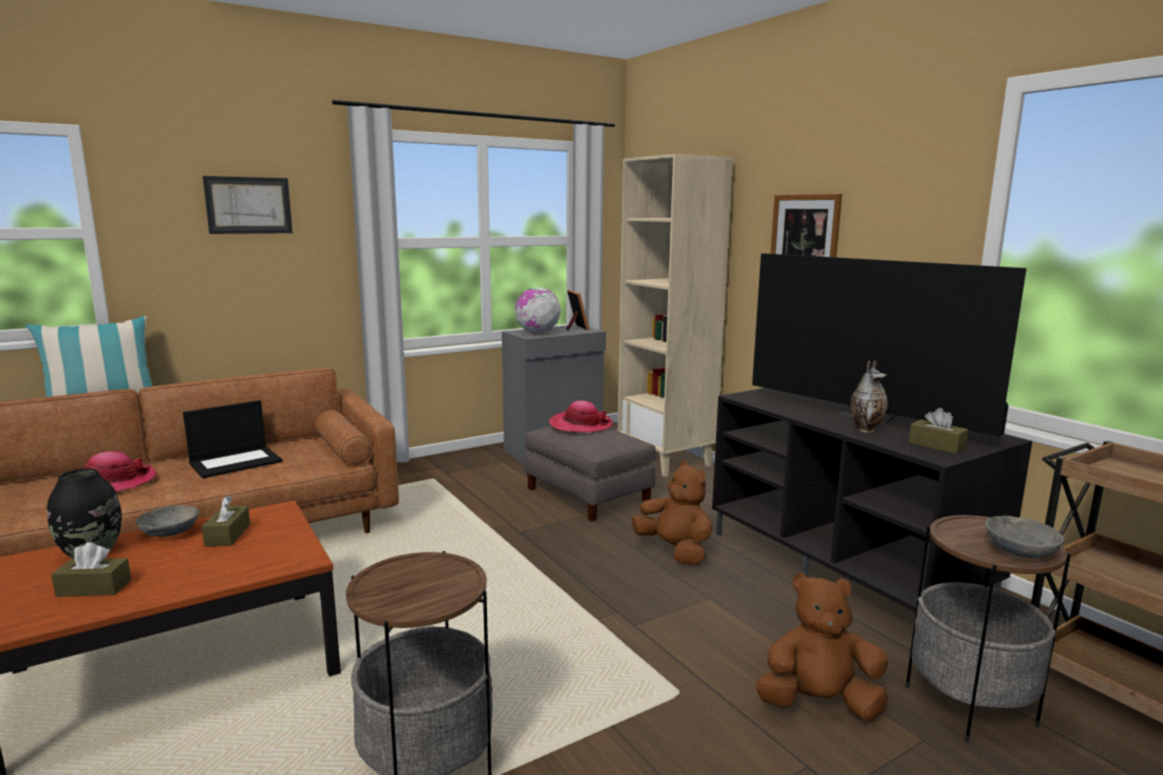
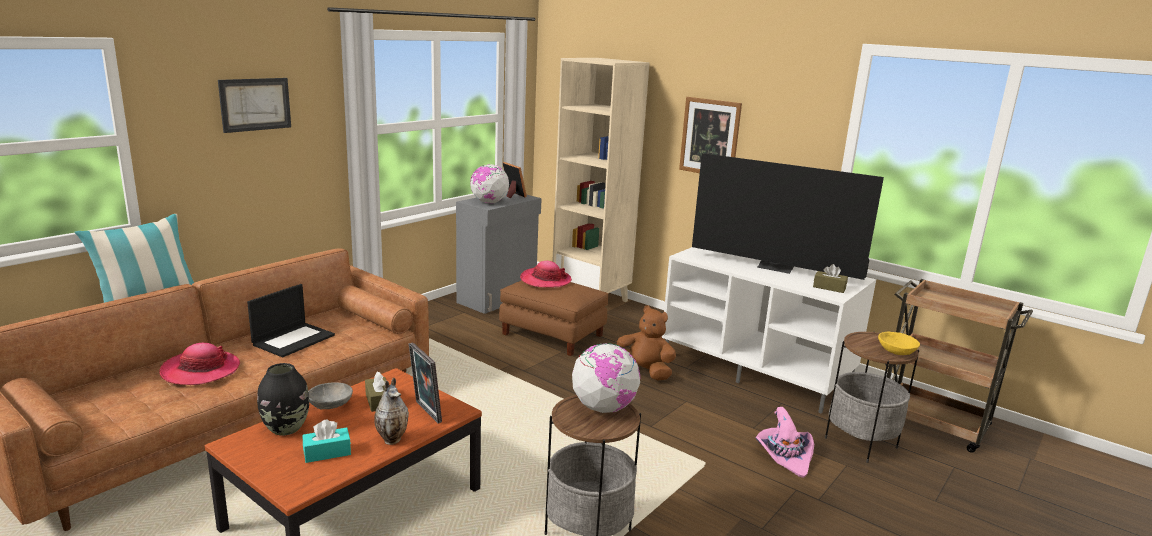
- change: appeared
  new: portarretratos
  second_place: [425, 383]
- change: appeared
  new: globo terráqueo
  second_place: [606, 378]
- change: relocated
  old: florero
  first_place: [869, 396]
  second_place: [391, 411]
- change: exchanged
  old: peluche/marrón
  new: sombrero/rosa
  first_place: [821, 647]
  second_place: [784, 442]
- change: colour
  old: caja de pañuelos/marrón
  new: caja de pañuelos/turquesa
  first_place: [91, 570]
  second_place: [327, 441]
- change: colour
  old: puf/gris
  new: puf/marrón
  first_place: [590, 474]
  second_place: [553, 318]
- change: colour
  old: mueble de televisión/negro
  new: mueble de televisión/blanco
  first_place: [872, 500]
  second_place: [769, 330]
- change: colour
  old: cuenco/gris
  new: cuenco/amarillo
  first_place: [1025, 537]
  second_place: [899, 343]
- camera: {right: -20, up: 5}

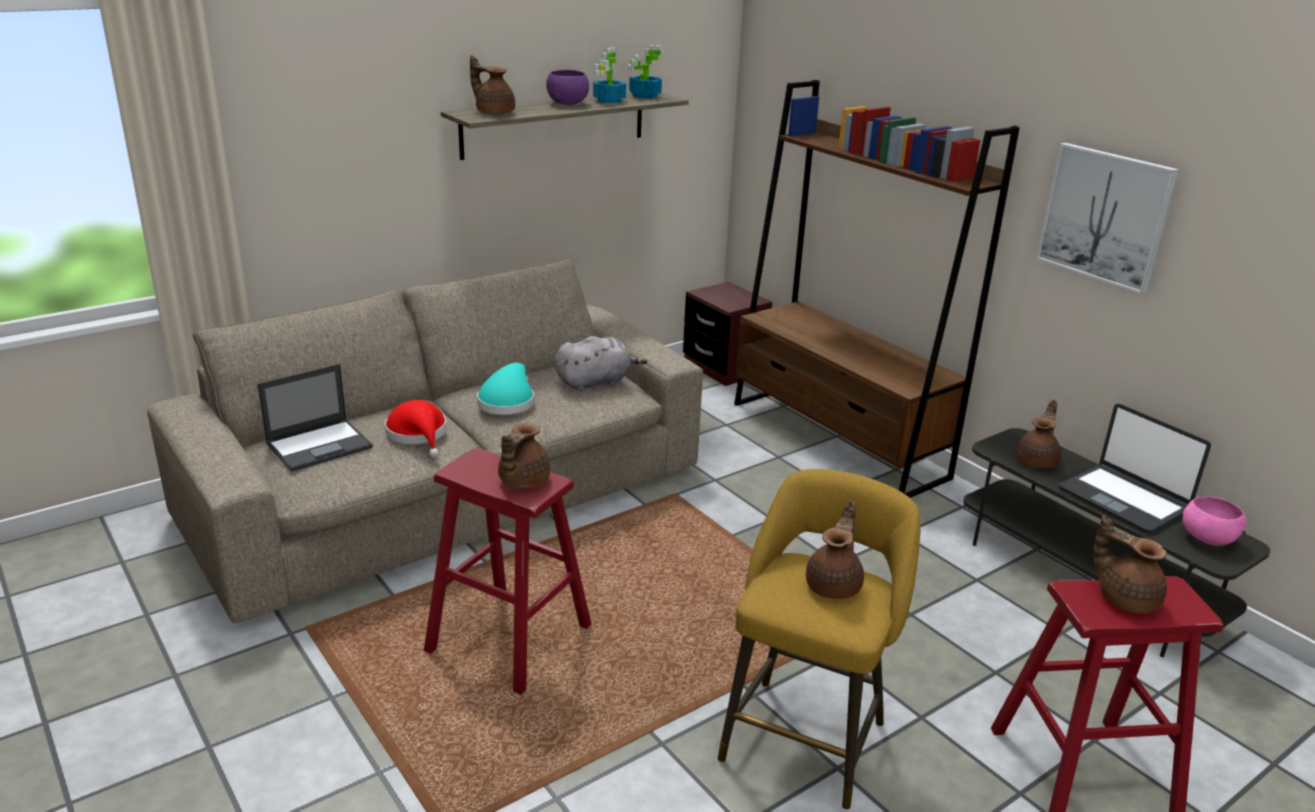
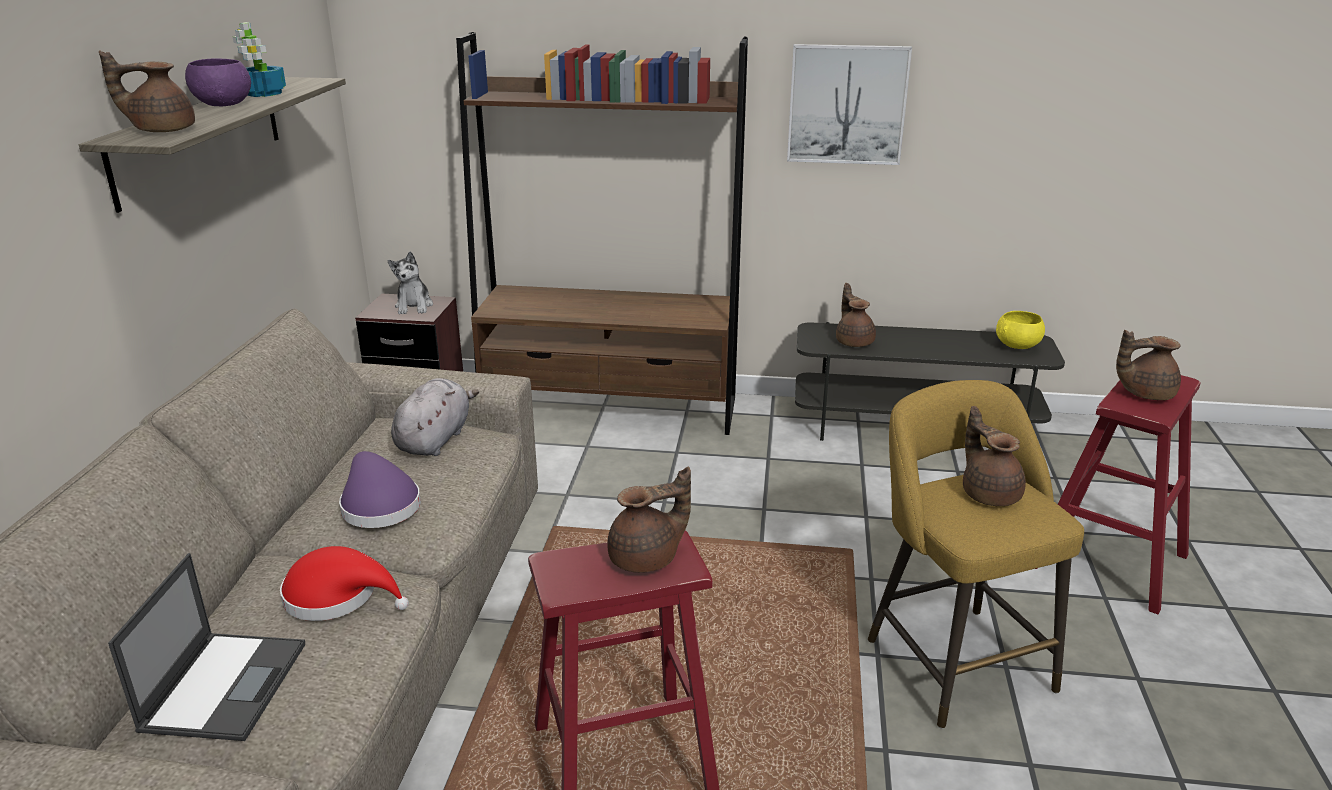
- change: missing
  old: planta en maceta
  first_place: [645, 72]
- change: missing
  old: portátil
  first_place: [1135, 468]
- change: appeared
  new: peluche
  second_place: [410, 282]
- change: colour
  old: sombrero/turquesa
  new: sombrero/morado
  first_place: [505, 389]
  second_place: [380, 489]
- change: colour
  old: cuenco/rosa
  new: cuenco/amarillo
  first_place: [1214, 521]
  second_place: [1020, 330]
- change: spun
  old: tetera/marrón
  first_place: [524, 456]
  second_place: [649, 520]
  degrees: -90
- camera: {right: -45, up: 0}

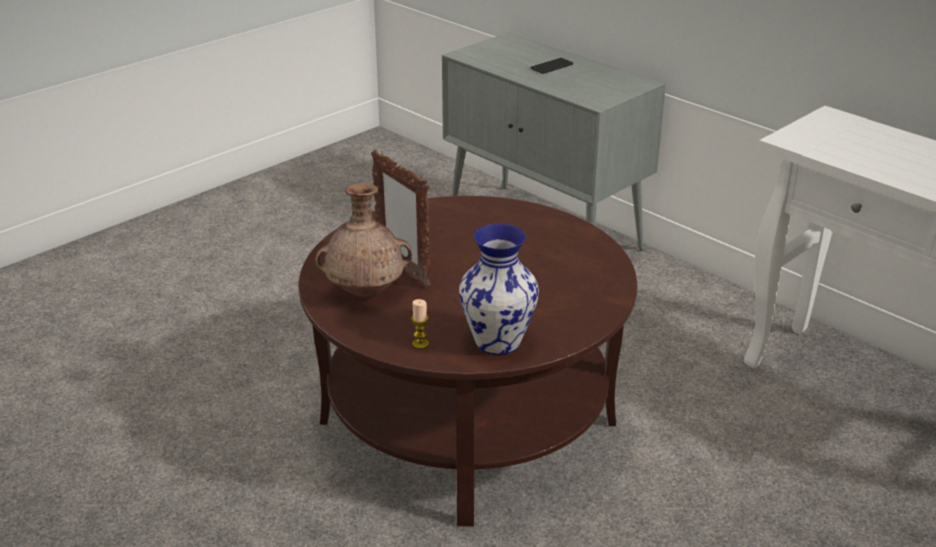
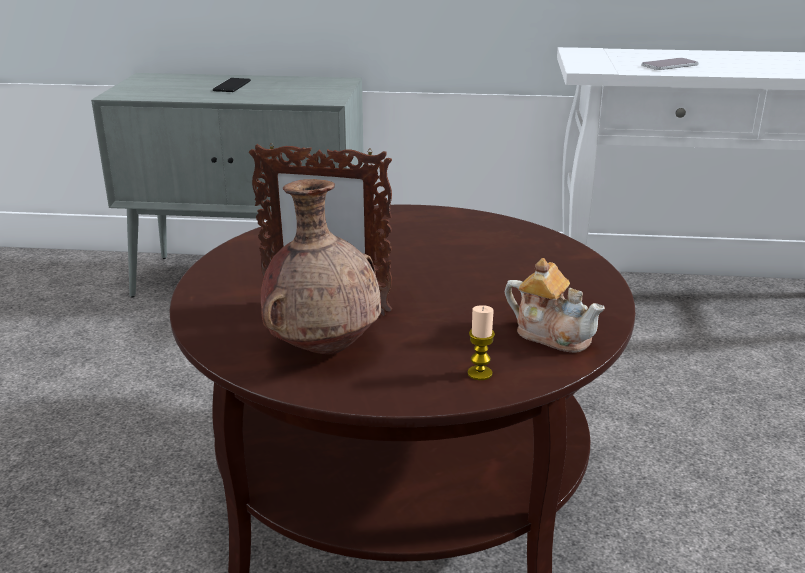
- change: appeared
  new: móvil
  second_place: [670, 64]
- change: exchanged
  old: florero
  new: tetera
  first_place: [499, 289]
  second_place: [555, 305]
- camera: {right: -40, up: -5}

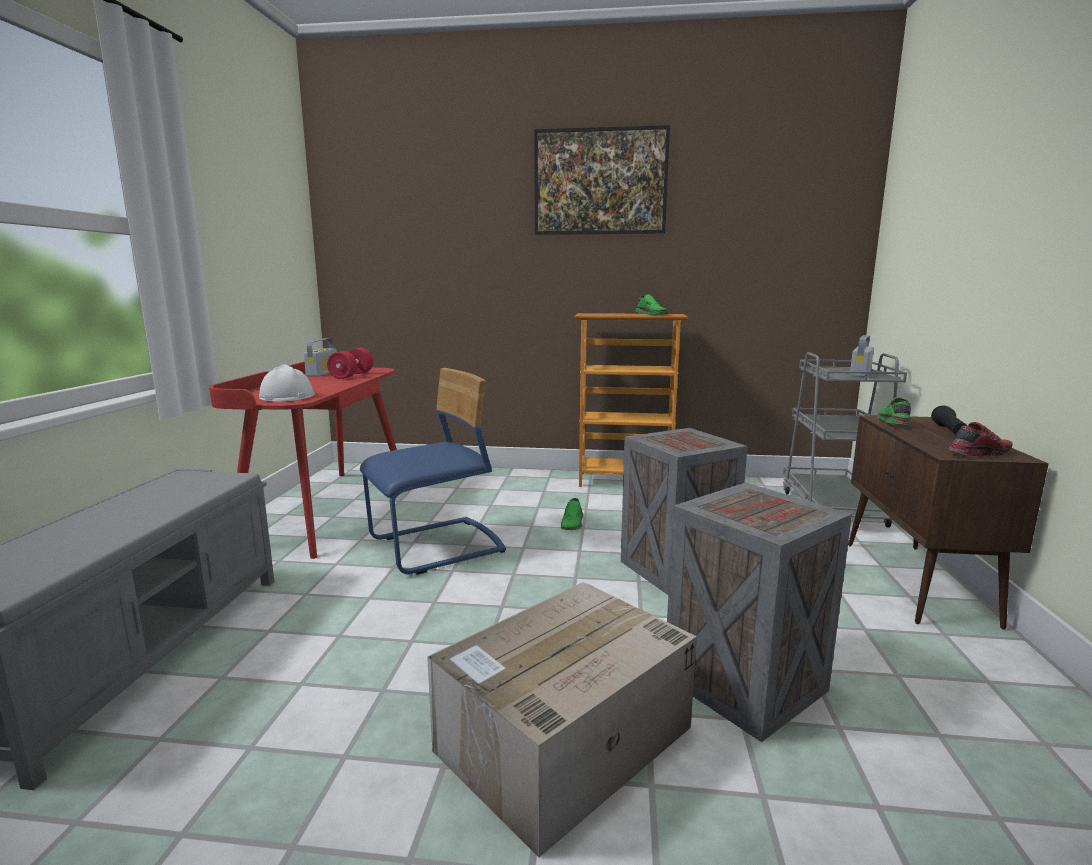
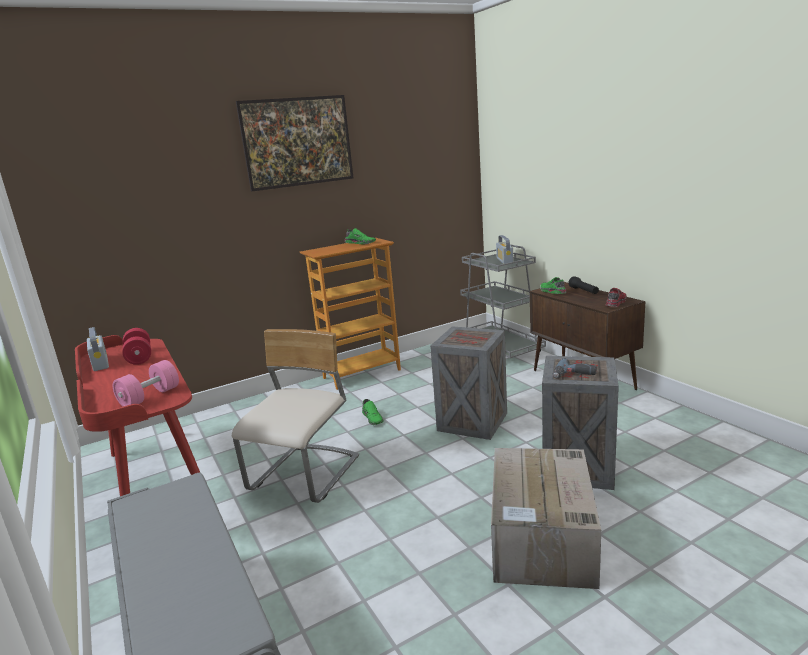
- change: appeared
  new: taladro
  second_place: [575, 368]
- change: exchanged
  old: casco/blanco
  new: mancuerna/rosa
  first_place: [287, 383]
  second_place: [146, 383]
- change: colour
  old: silla/azul
  new: silla/beis
  first_place: [433, 471]
  second_place: [295, 416]
- camera: {right: -35, up: 5}

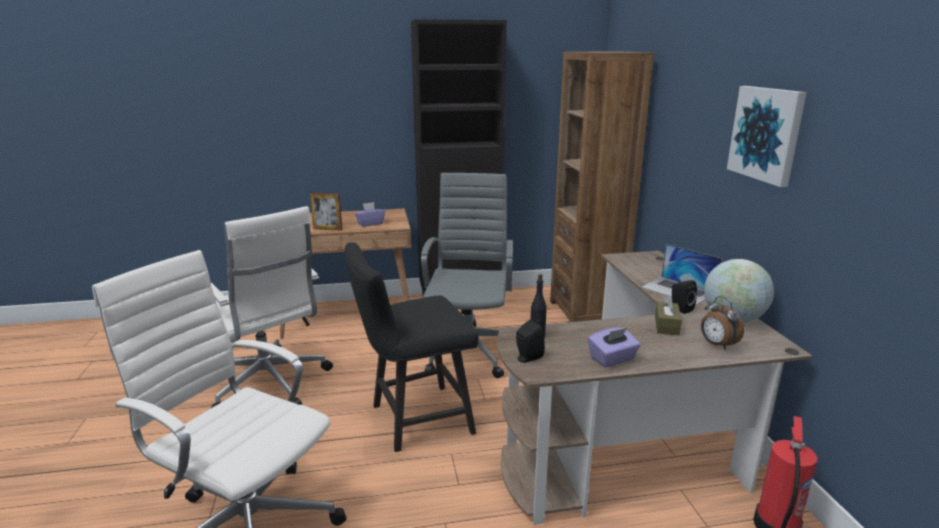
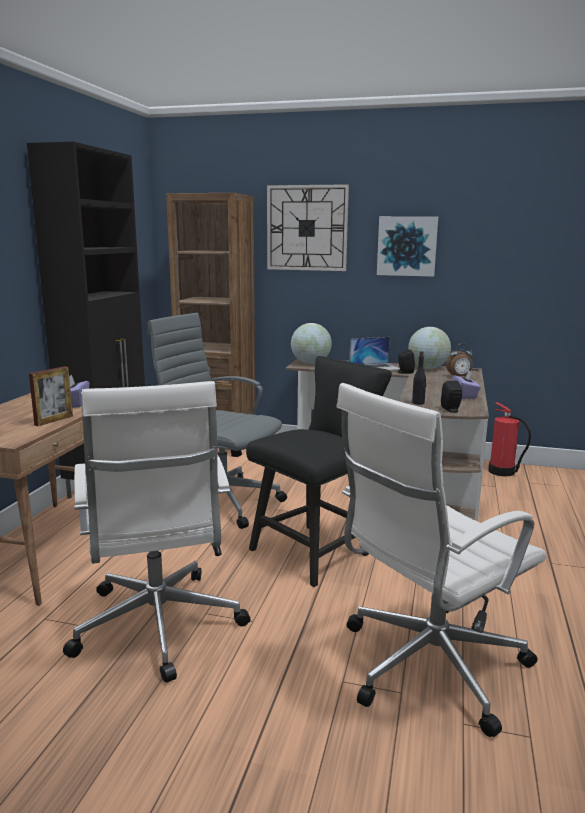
- change: missing
  old: caja de pañuelos/marrón
  first_place: [668, 315]
- change: appeared
  new: reloj de pared
  second_place: [308, 227]
- change: appeared
  new: globo terráqueo
  second_place: [311, 343]
- change: spun
  old: silla de oficina/blanco
  first_place: [272, 307]
  second_place: [157, 532]
  degrees: 90
- change: spun
  old: silla/negro
  first_place: [411, 347]
  second_place: [319, 471]
  degrees: -135
- camera: {right: -65, up: -5}

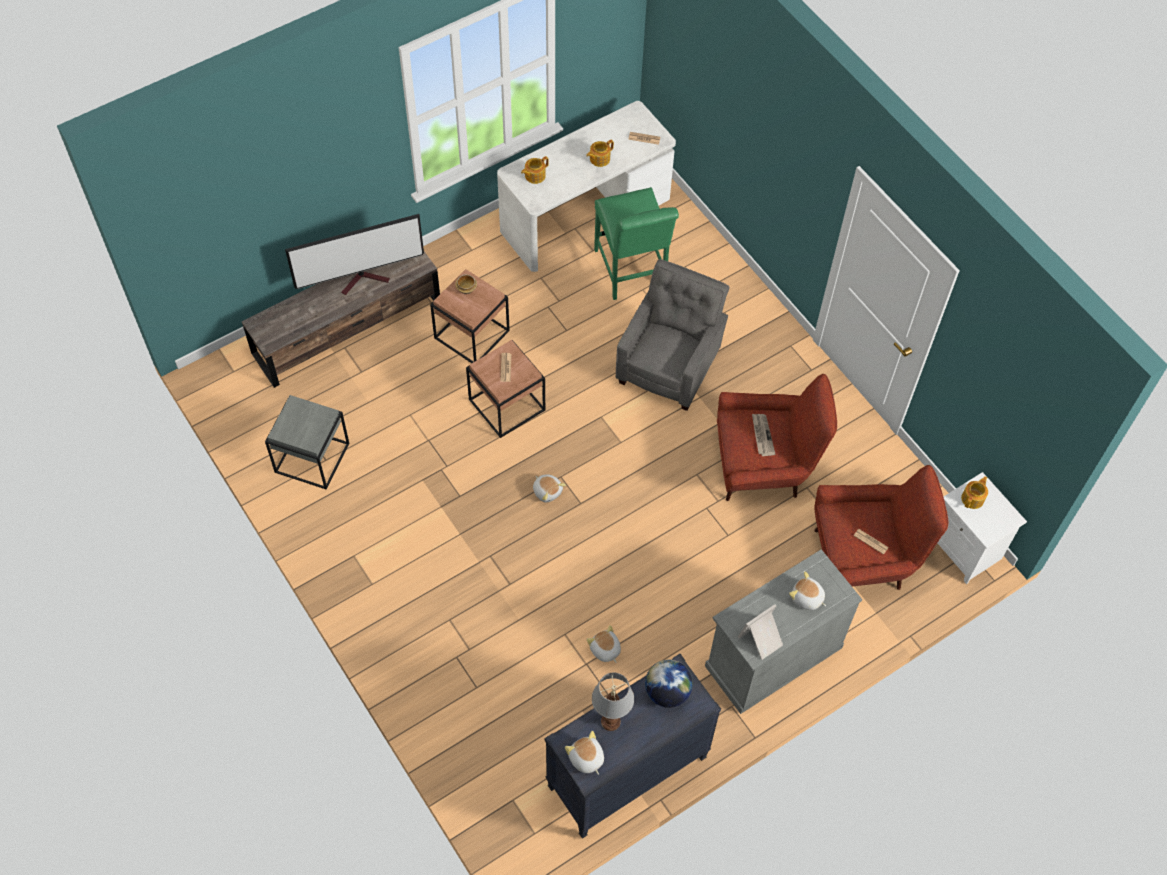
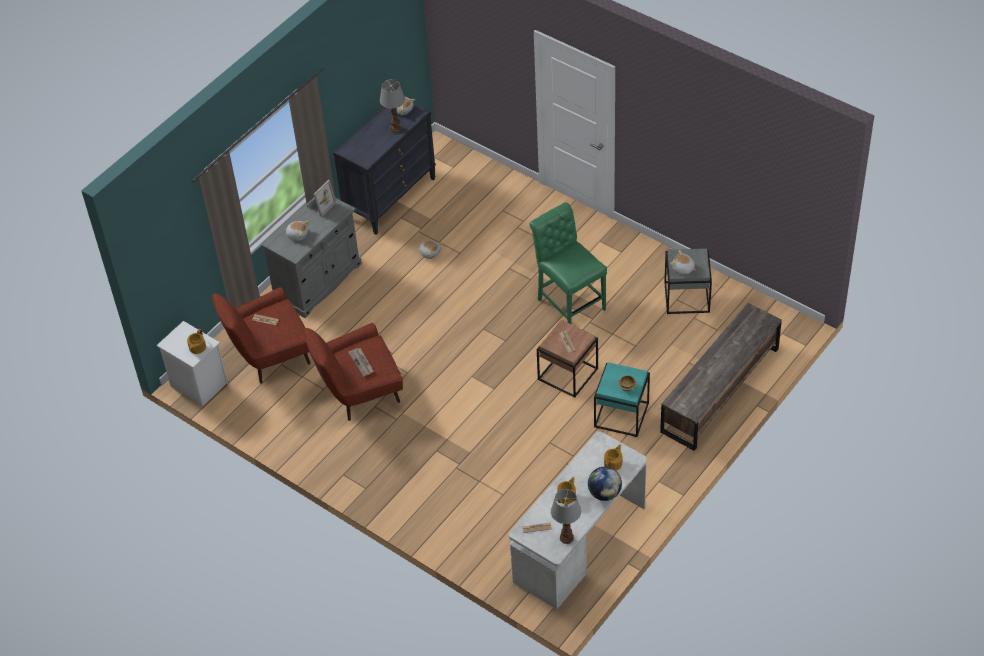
- change: missing
  old: televisor
  first_place: [354, 254]
- change: missing
  old: sillón/gris
  first_place: [673, 335]
- change: appeared
  new: lámpara de mesa
  second_place: [566, 516]
- change: relocated
  old: peluche
  first_place: [549, 488]
  second_place: [683, 262]
- change: relocated
  old: silla/verde
  first_place: [636, 243]
  second_place: [568, 263]
- change: relocated
  old: globo terráqueo
  first_place: [669, 684]
  second_place: [605, 484]
- change: colour
  old: mesa auxiliar/marrón
  new: mesa auxiliar/turquesa
  first_place: [470, 316]
  second_place: [622, 399]
- camera: {right: 165, up: -10}

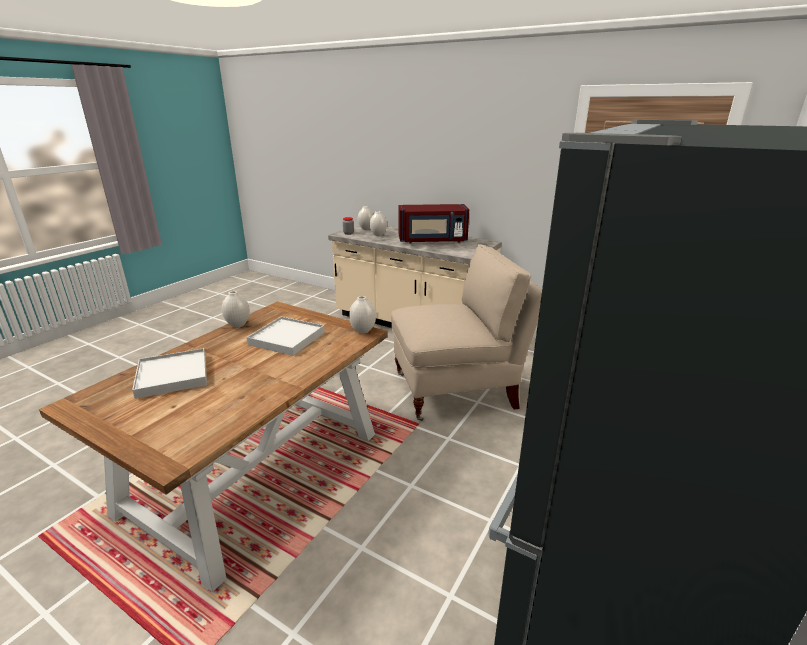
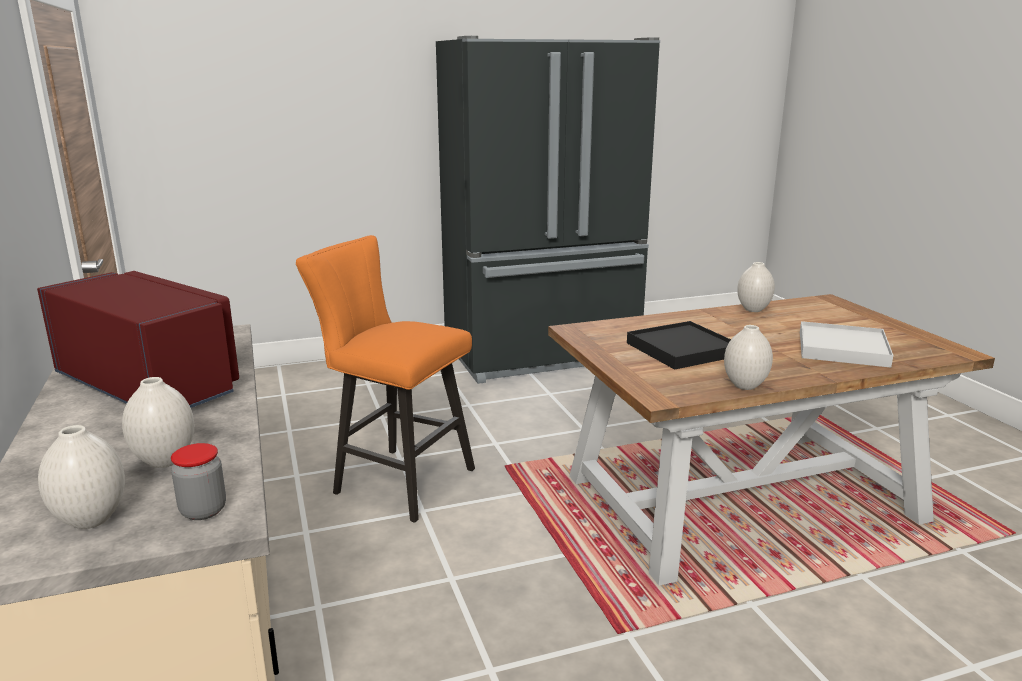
- change: relocated
  old: florero/blanco
  first_place: [362, 315]
  second_place: [756, 287]
- change: exchanged
  old: silla/beis
  new: taburete/naranja
  first_place: [466, 332]
  second_place: [385, 379]
- change: colour
  old: bandeja/blanco
  new: bandeja/negro
  first_place: [285, 336]
  second_place: [679, 345]
- camera: {right: -140, up: -5}

